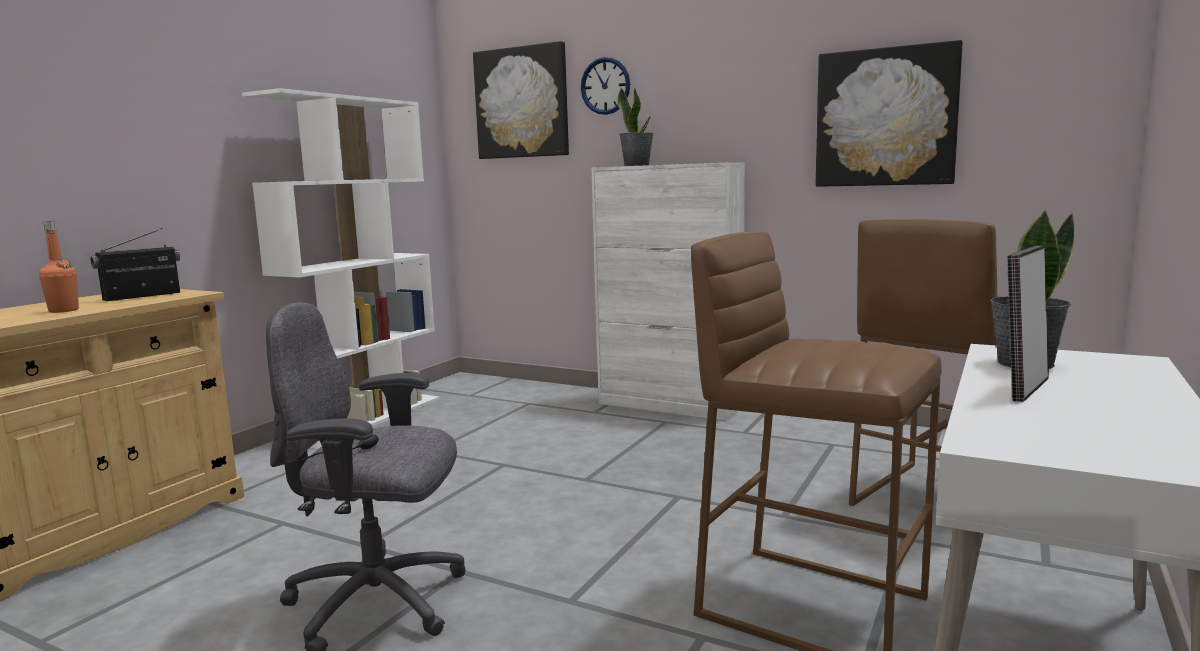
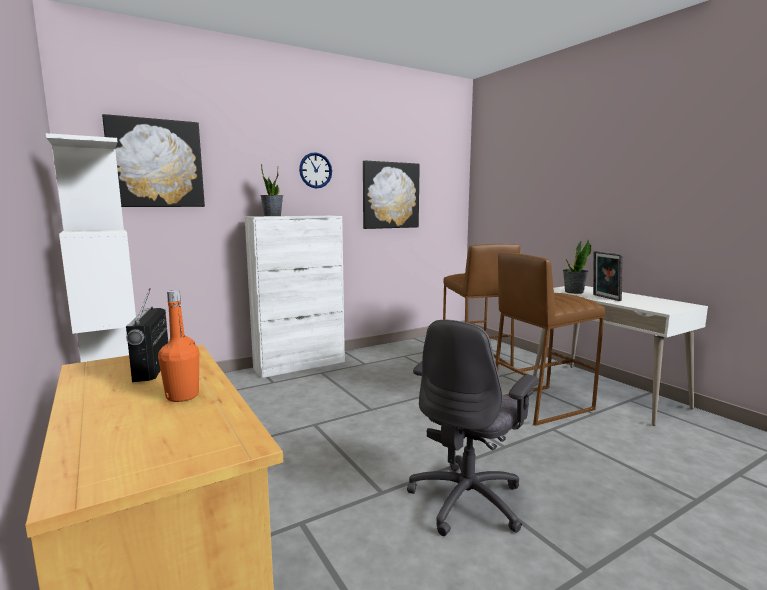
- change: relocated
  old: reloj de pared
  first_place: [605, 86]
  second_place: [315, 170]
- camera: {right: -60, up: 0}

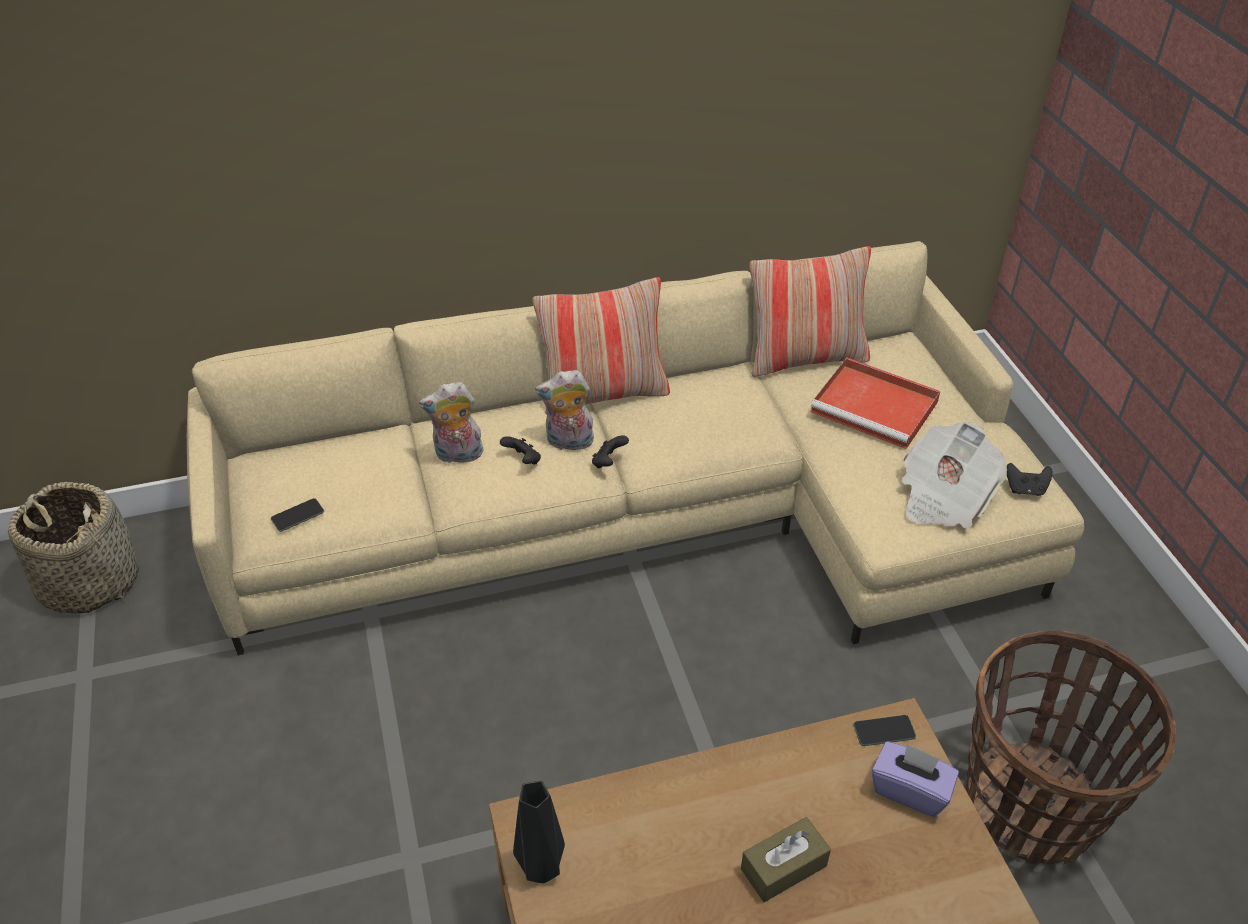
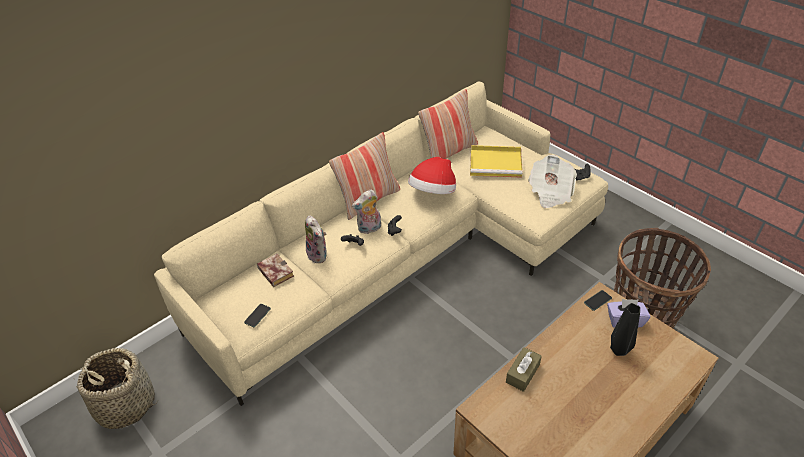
- change: appeared
  new: libro
  second_place: [275, 270]
- change: appeared
  new: sombrero
  second_place: [432, 175]
- change: relocated
  old: florero/negro
  first_place: [539, 832]
  second_place: [625, 329]
- change: relocated
  old: caja de pañuelos/marrón
  first_place: [786, 859]
  second_place: [524, 369]
- change: colour
  old: bandeja/rojo
  new: bandeja/amarillo
  first_place: [875, 403]
  second_place: [496, 161]
- change: spun
  old: peluche
  first_place: [452, 423]
  second_place: [316, 239]
  degrees: -90
- camera: {right: -25, up: 0}

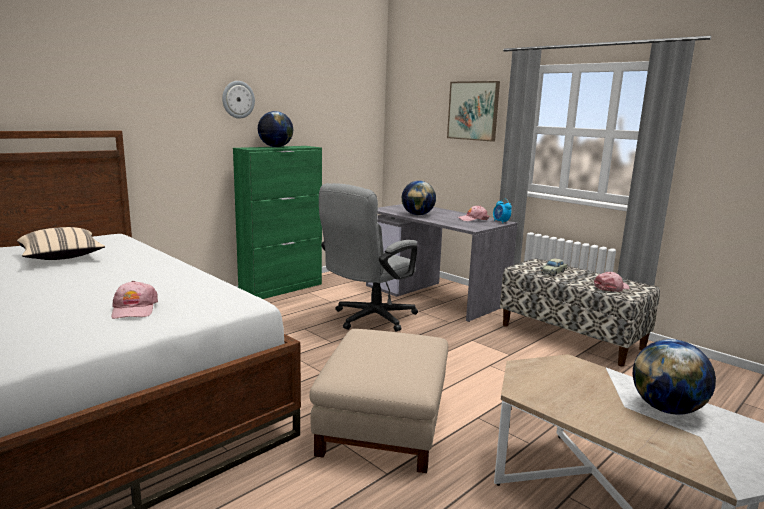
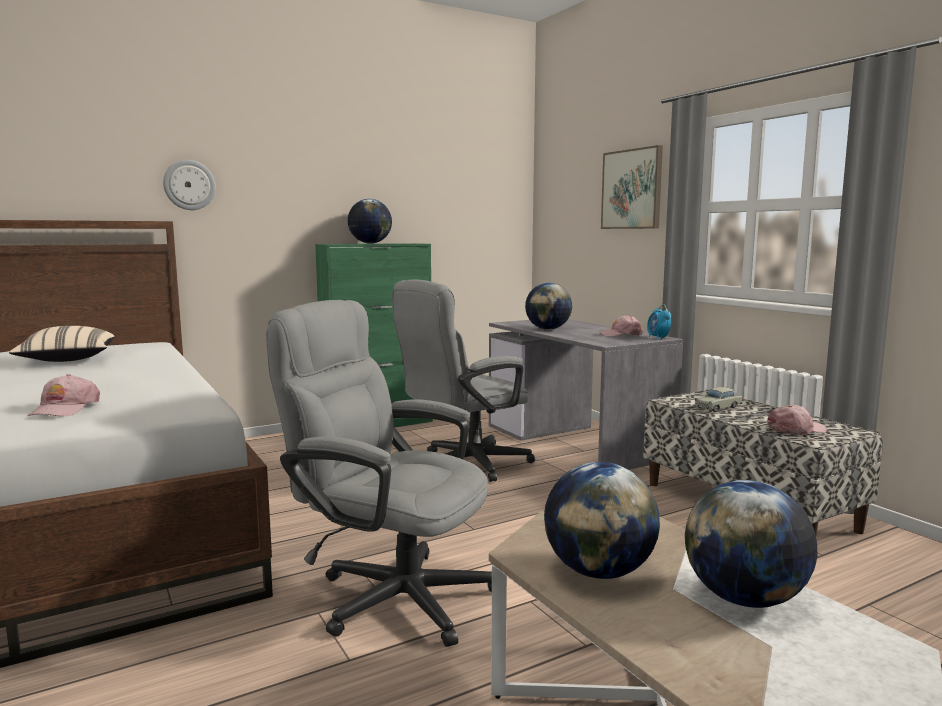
- change: appeared
  new: globo terráqueo
  second_place: [602, 520]
- change: relocated
  old: reloj de pared
  first_place: [238, 100]
  second_place: [189, 185]
- change: exchanged
  old: puf/beis
  new: silla de oficina/gris
  first_place: [378, 401]
  second_place: [379, 473]
- camera: {right: 15, up: -5}

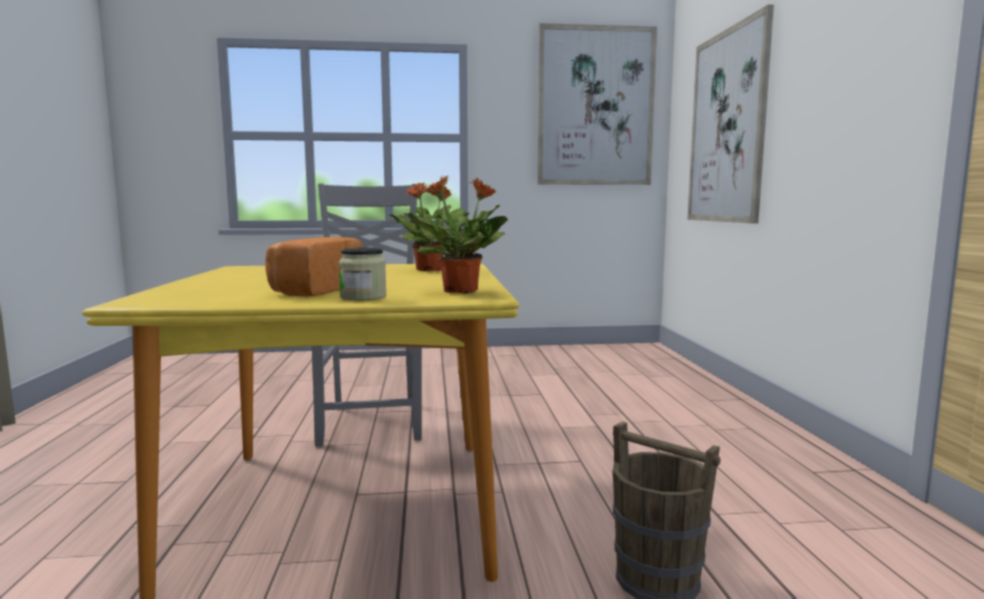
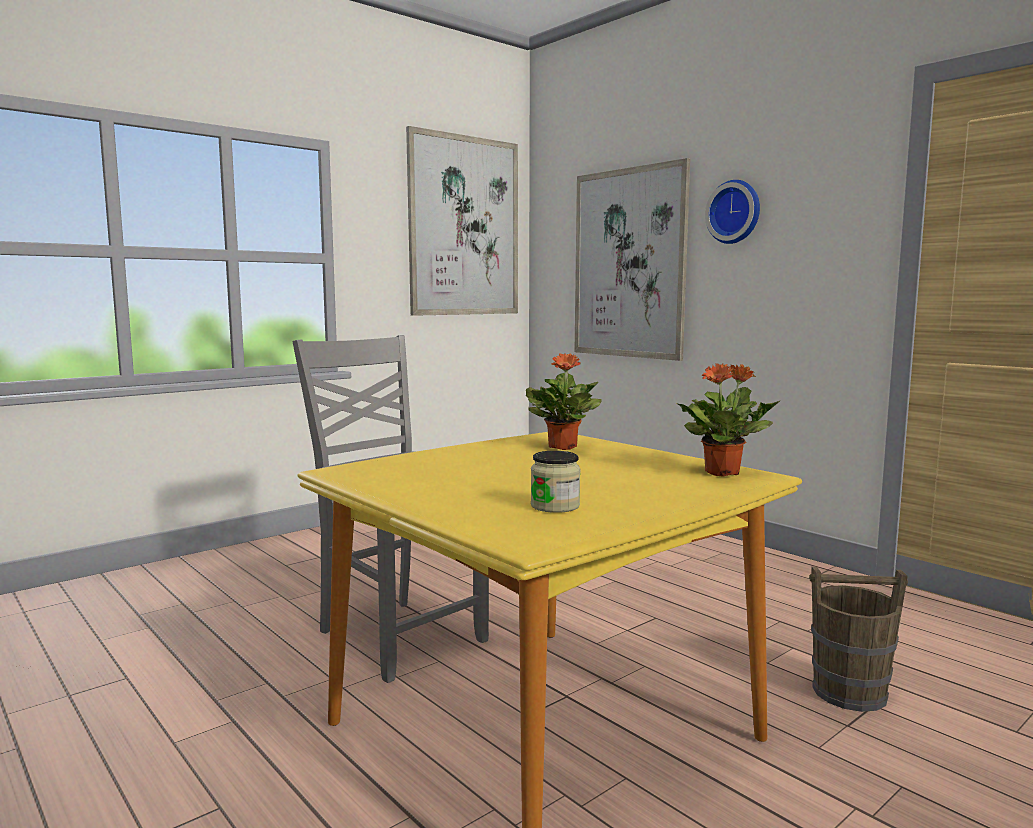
- change: missing
  old: pan
  first_place: [313, 267]
- change: appeared
  new: reloj de pared
  second_place: [732, 212]
- change: relocated
  old: tarro
  first_place: [363, 274]
  second_place: [556, 482]
- camera: {right: -35, up: 0}

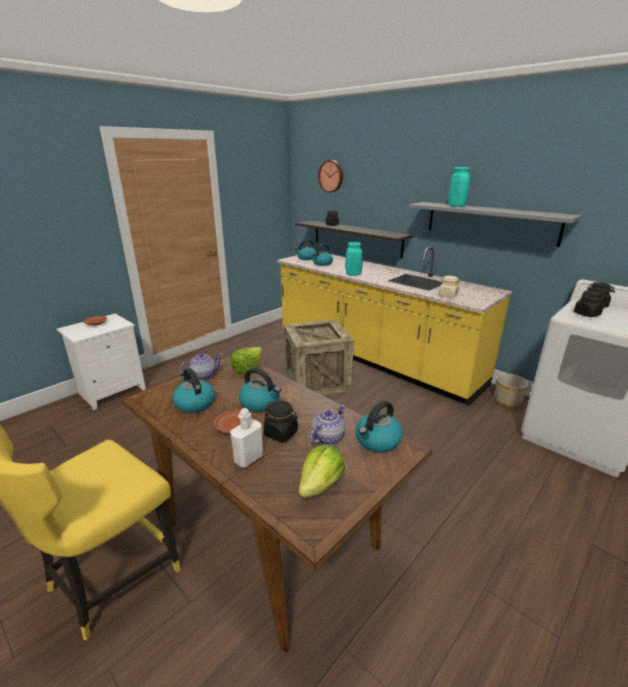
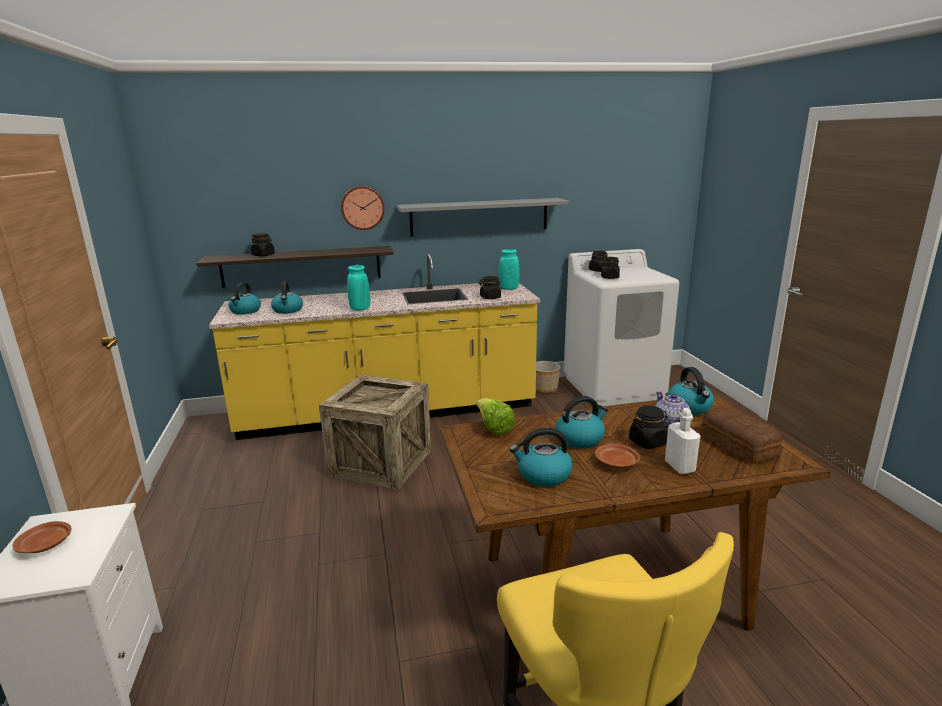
- change: missing
  old: tetera
  first_place: [201, 366]
- change: relocated
  old: reloj de pared
  first_place: [330, 176]
  second_place: [363, 208]
- change: relocated
  old: florero/turquesa
  first_place: [459, 187]
  second_place: [509, 269]
- change: exchanged
  old: lechuga
  new: pan
  first_place: [322, 471]
  second_place: [741, 435]
- change: colour
  old: tarro/beis
  new: tarro/negro
  first_place: [449, 286]
  second_place: [490, 287]
- camera: {right: -55, up: -5}

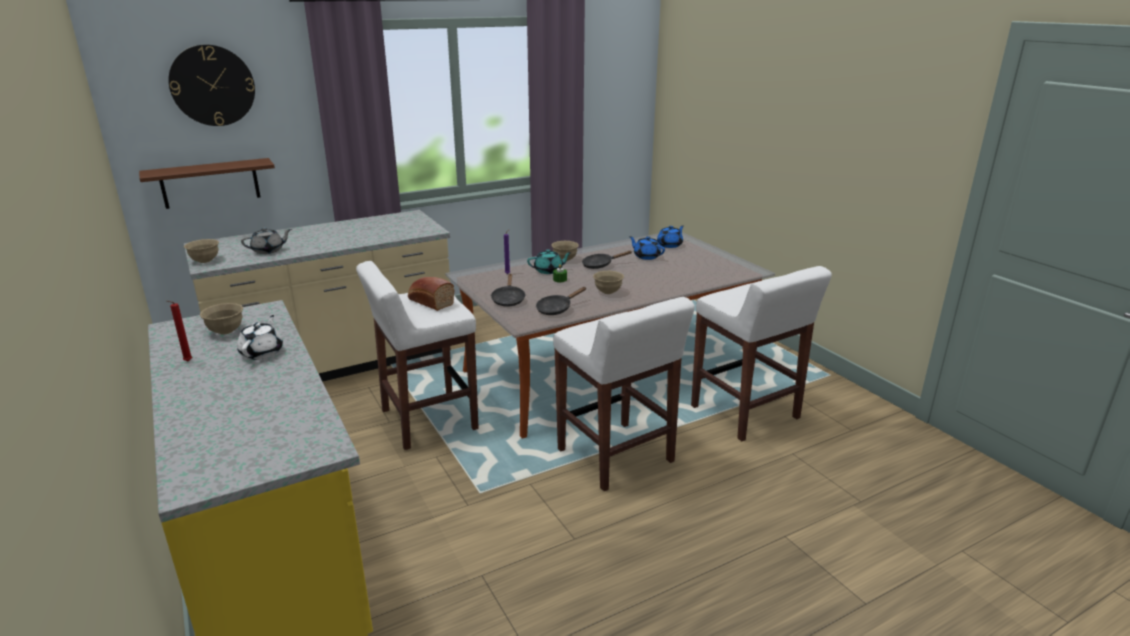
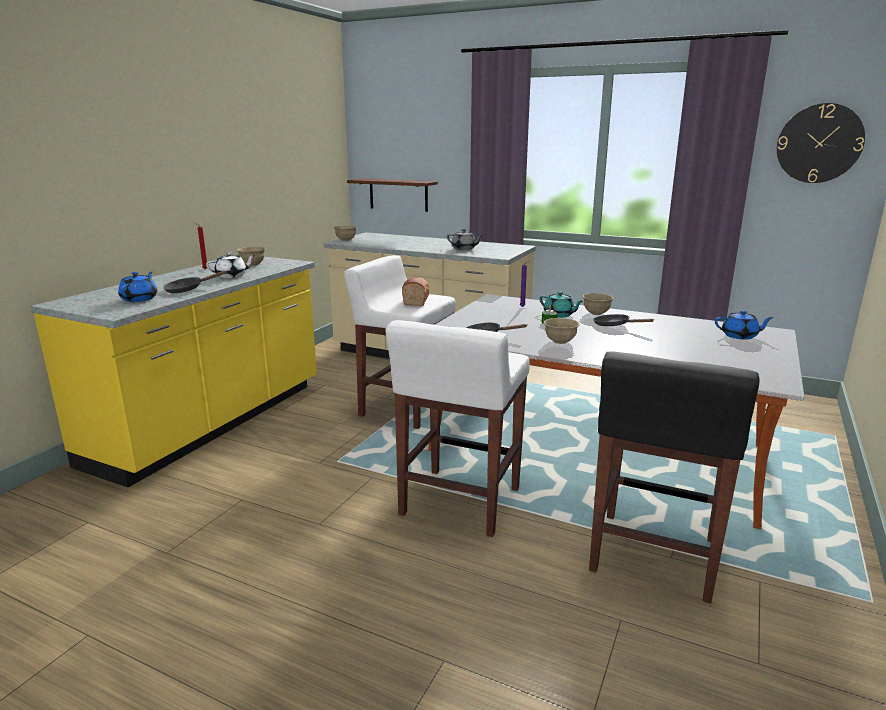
- change: relocated
  old: reloj de pared
  first_place: [211, 85]
  second_place: [821, 143]
- change: relocated
  old: tetera/gris
  first_place: [266, 241]
  second_place: [465, 239]
- change: relocated
  old: sartén/negro
  first_place: [508, 290]
  second_place: [195, 282]
- change: relocated
  old: tetera/azul
  first_place: [647, 248]
  second_place: [137, 287]
- change: colour
  old: taburete/blanco
  new: taburete/negro
  first_place: [761, 353]
  second_place: [674, 477]
- camera: {right: 55, up: -5}

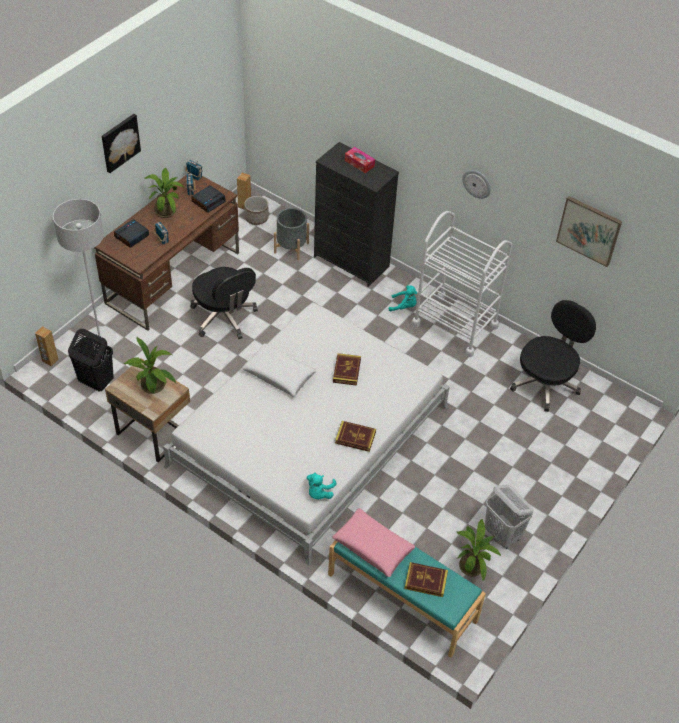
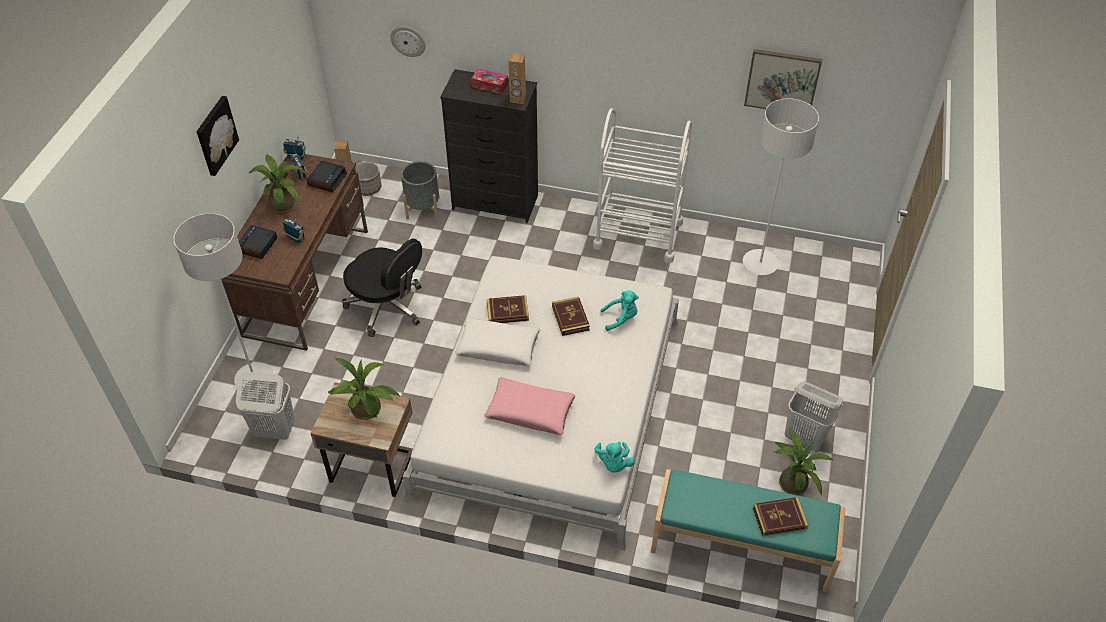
- change: relocated
  old: altavoz/marrón
  first_place: [47, 346]
  second_place: [517, 78]
- change: relocated
  old: cojín/rosa
  first_place: [373, 542]
  second_place: [530, 406]
- change: relocated
  old: libro
  first_place: [355, 436]
  second_place: [508, 309]
- change: relocated
  old: peluche/turquesa
  first_place: [403, 298]
  second_place: [620, 310]
- change: relocated
  old: reloj de pared
  first_place: [476, 184]
  second_place: [408, 41]
- change: exchanged
  old: silla de oficina/negro
  new: lámpara de pie/blanco
  first_place: [553, 356]
  second_place: [781, 186]
- change: colour
  old: cesto de la ropa/negro
  new: cesto de la ropa/blanco
  first_place: [91, 360]
  second_place: [265, 406]
- camera: {right: -20, up: 0}

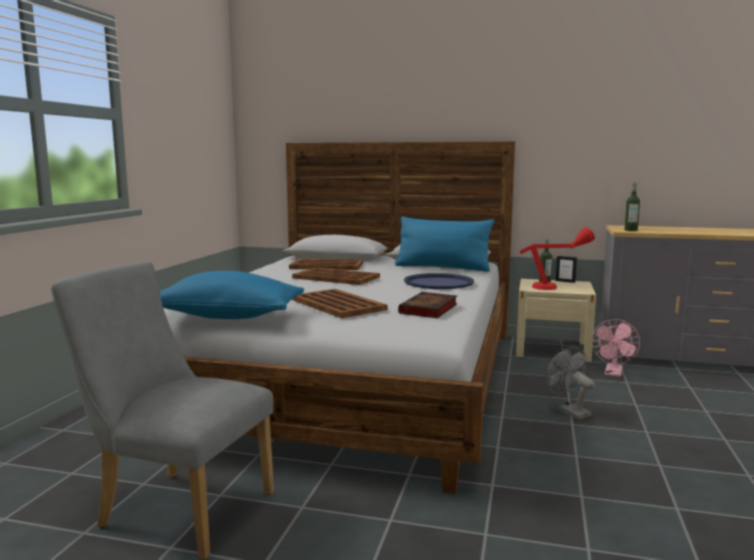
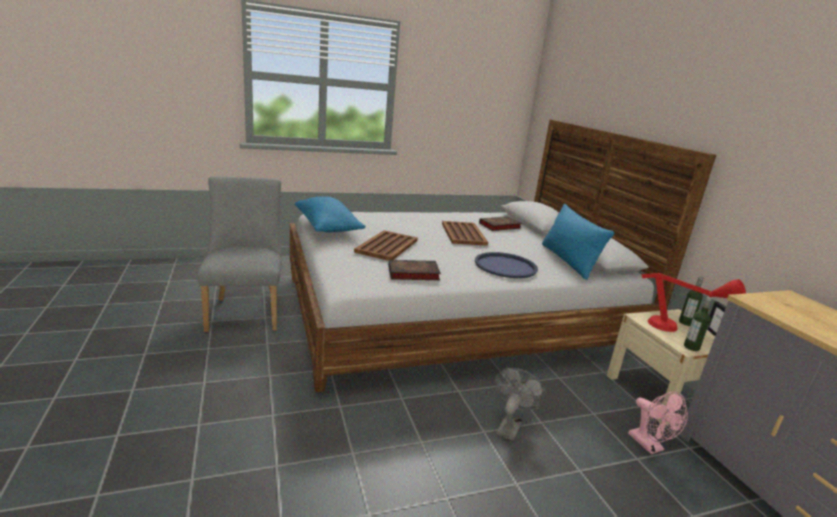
- change: relocated
  old: botella
  first_place: [632, 207]
  second_place: [698, 324]
- change: exchanged
  old: bandeja/marrón
  new: libro
  first_place: [326, 264]
  second_place: [500, 223]
- change: spun
  old: ventilador/rosa
  first_place: [616, 348]
  second_place: [658, 423]
  degrees: -105
- camera: {right: 55, up: 10}

